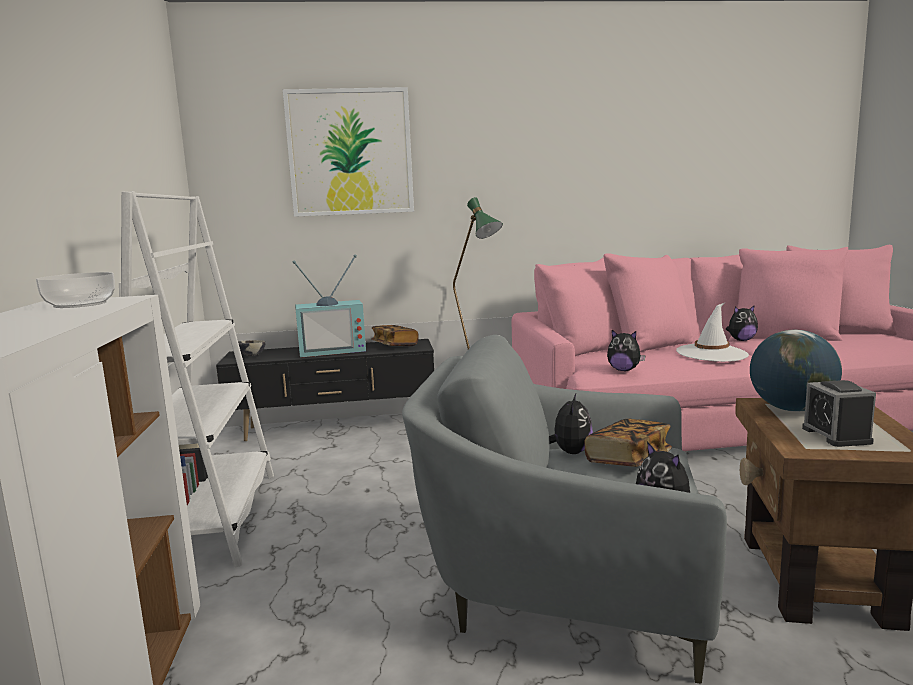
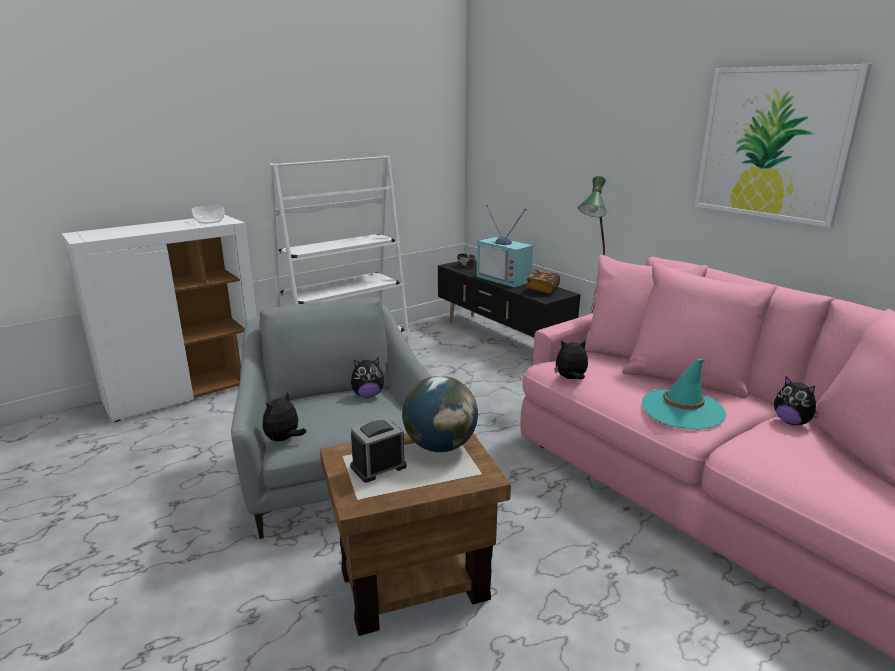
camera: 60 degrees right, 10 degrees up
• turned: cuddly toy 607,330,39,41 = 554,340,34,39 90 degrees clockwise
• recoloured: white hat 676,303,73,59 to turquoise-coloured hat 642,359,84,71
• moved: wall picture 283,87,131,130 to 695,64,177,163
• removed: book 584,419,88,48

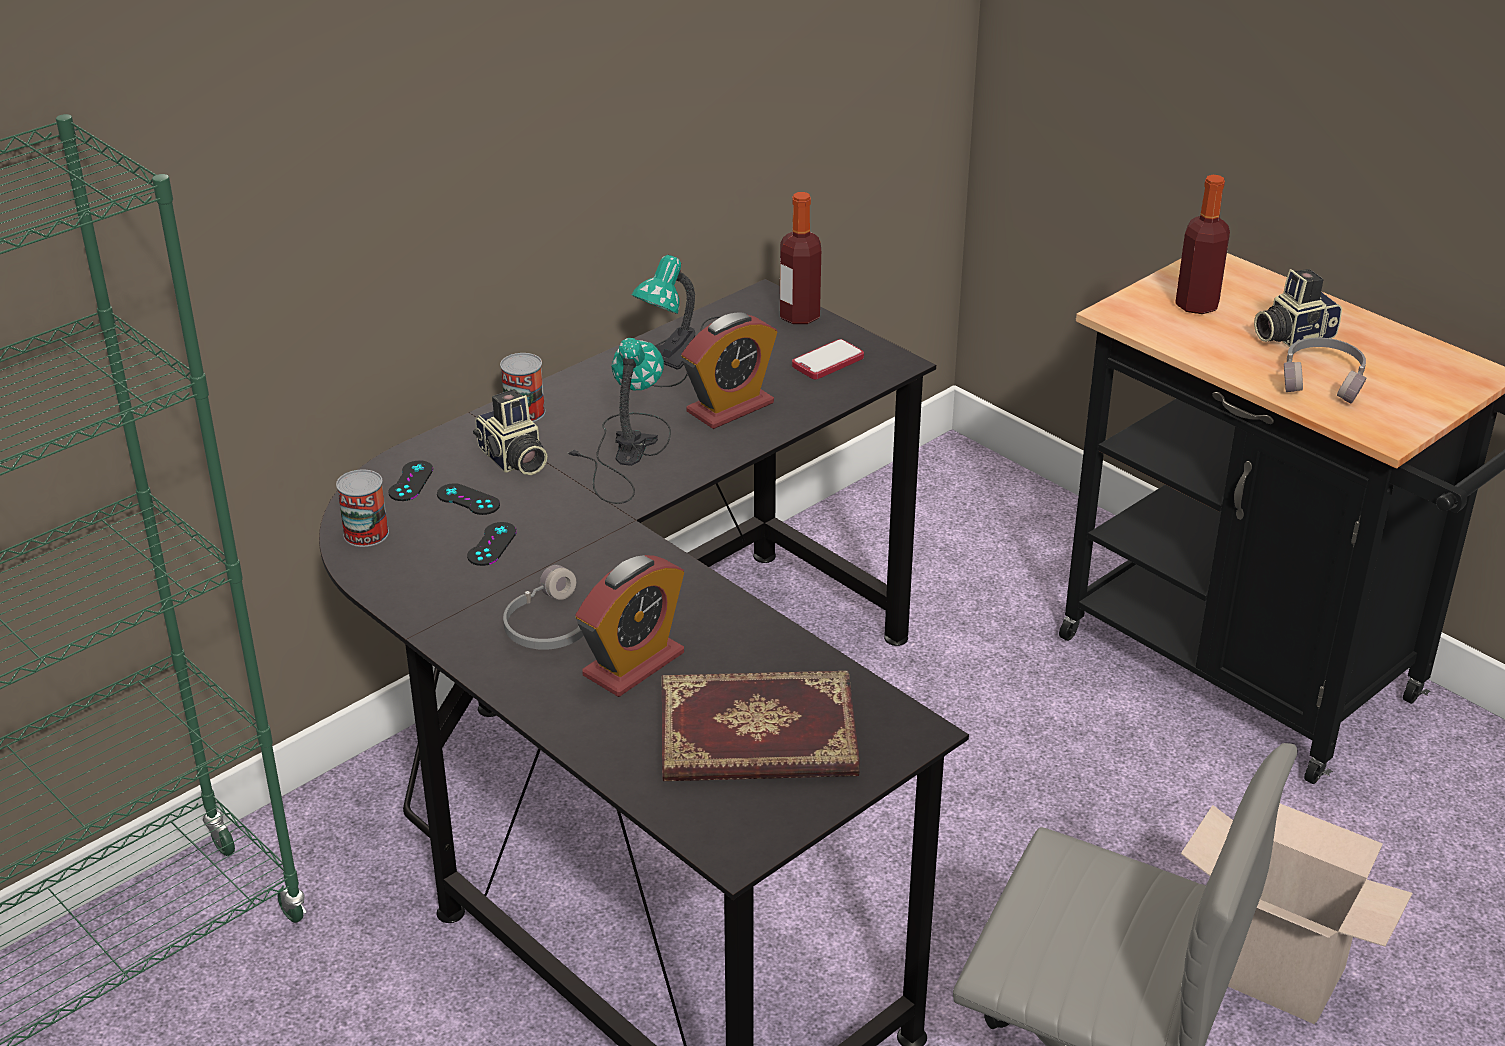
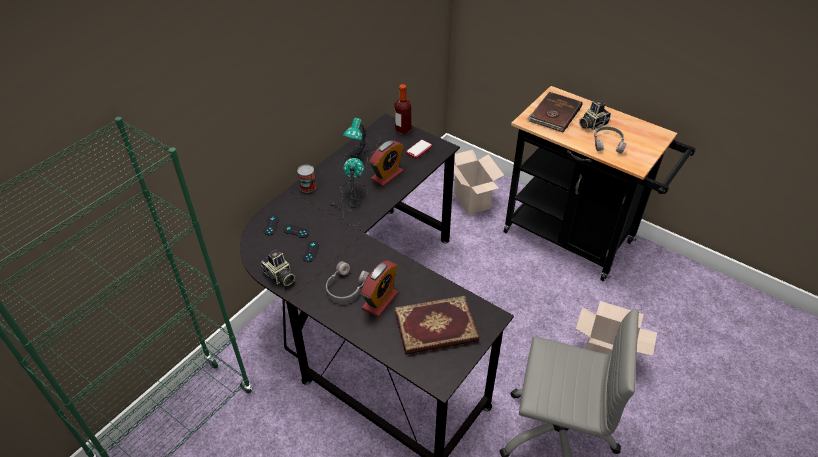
camera: 10 degrees left, 10 degrees up
• moved: photo camera 473,389,74,86 to 260,249,35,37
• added: carton 454,150,50,65
• replaced: bottle 1175,175,55,139 to brownish book 527,92,56,40
• removed: can 336,469,53,78

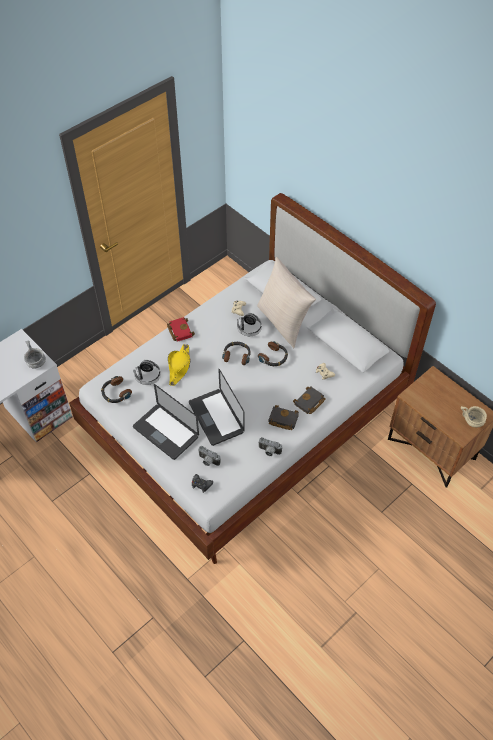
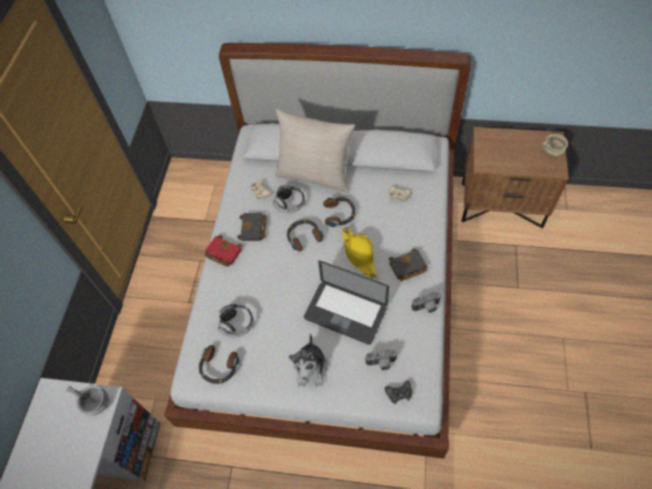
camera: 35 degrees left, 5 degrees up
• moved: black-coloured book 293,386,33,28 to 237,213,30,28
• replaced: notebook computer 133,384,66,76 to cuddly toy 288,333,40,54
• moved: yellowish hat 168,344,23,42 to 341,227,36,52

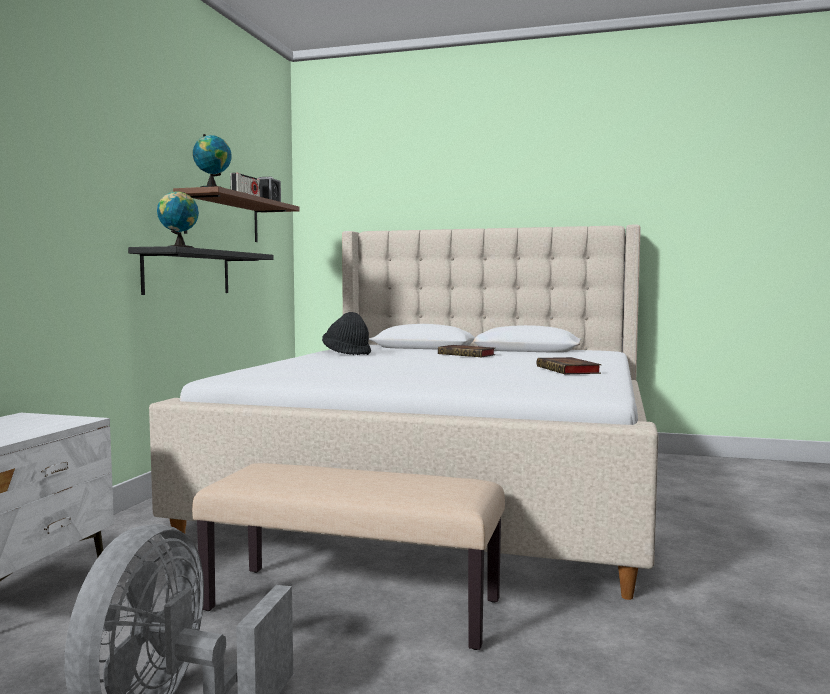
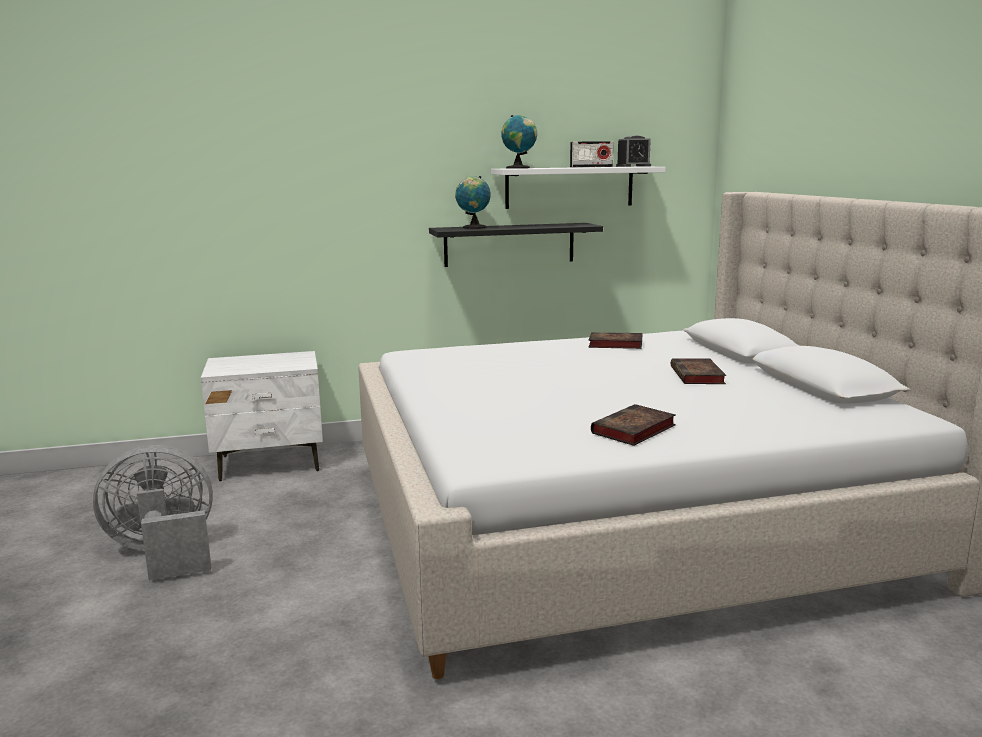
camera: 60 degrees right, 10 degrees up
• recoloured: brownish wall shelf 173,186,127,56 to white wall shelf 491,166,175,43
• replaced: black-coloured hat 322,312,49,43 to book 589,332,53,17
• removed: beige-coloured long seat 192,463,313,187

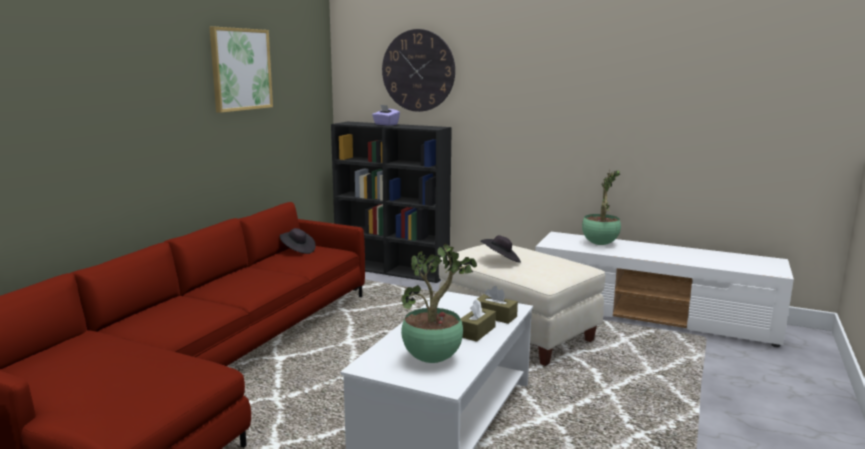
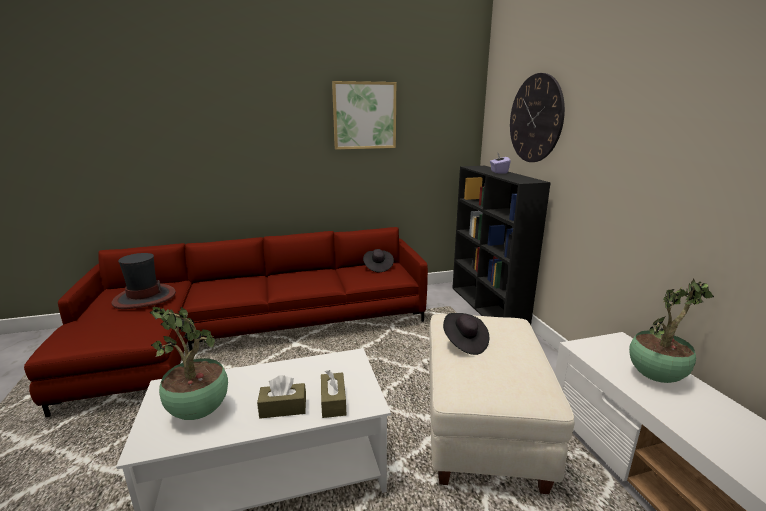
camera: 50 degrees right, 5 degrees up
• added: hat 112,253,64,56

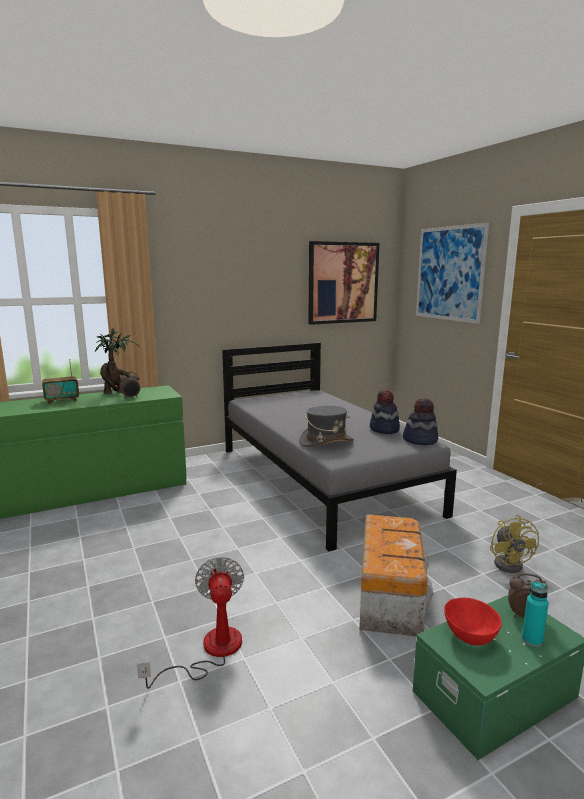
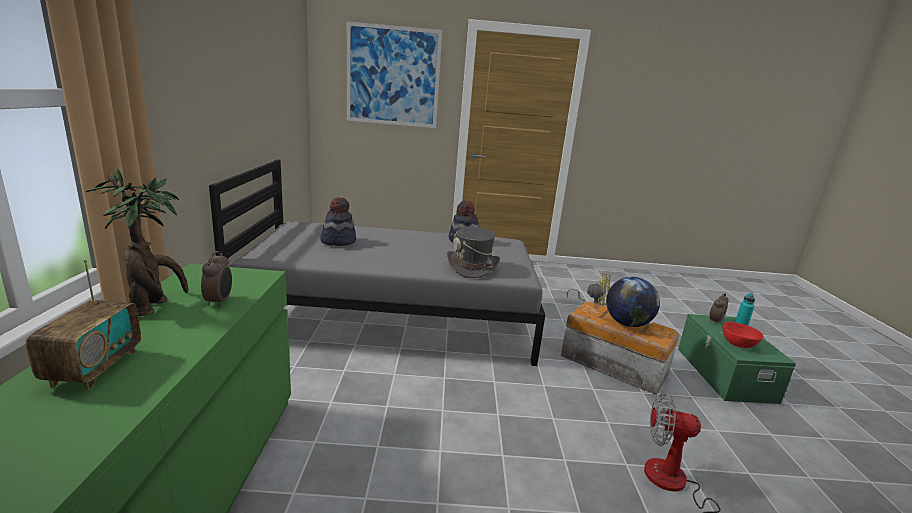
camera: 65 degrees left, 5 degrees up
• moved: hat 403,398,35,47 to 320,197,36,49
• added: globe 606,277,54,50
• removed: wall picture 308,241,71,84

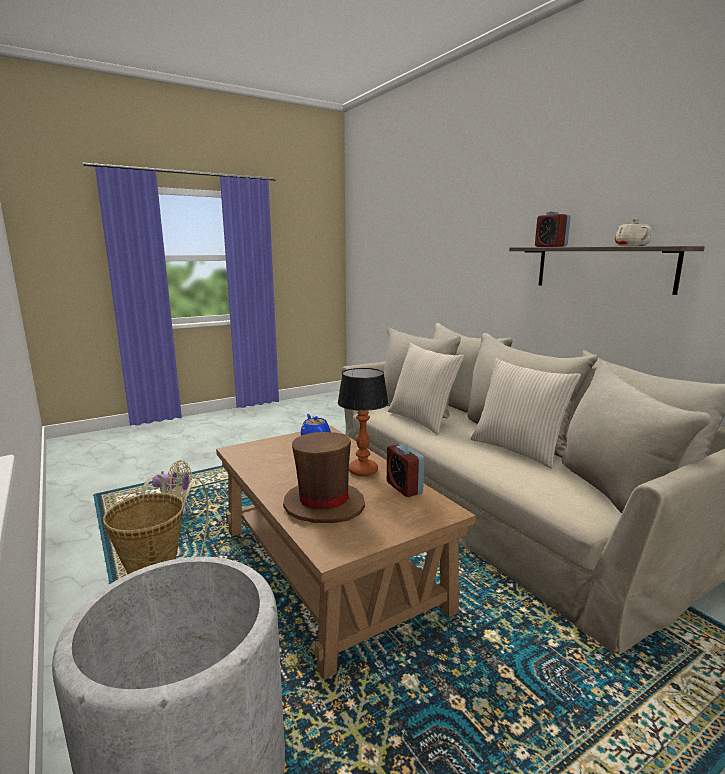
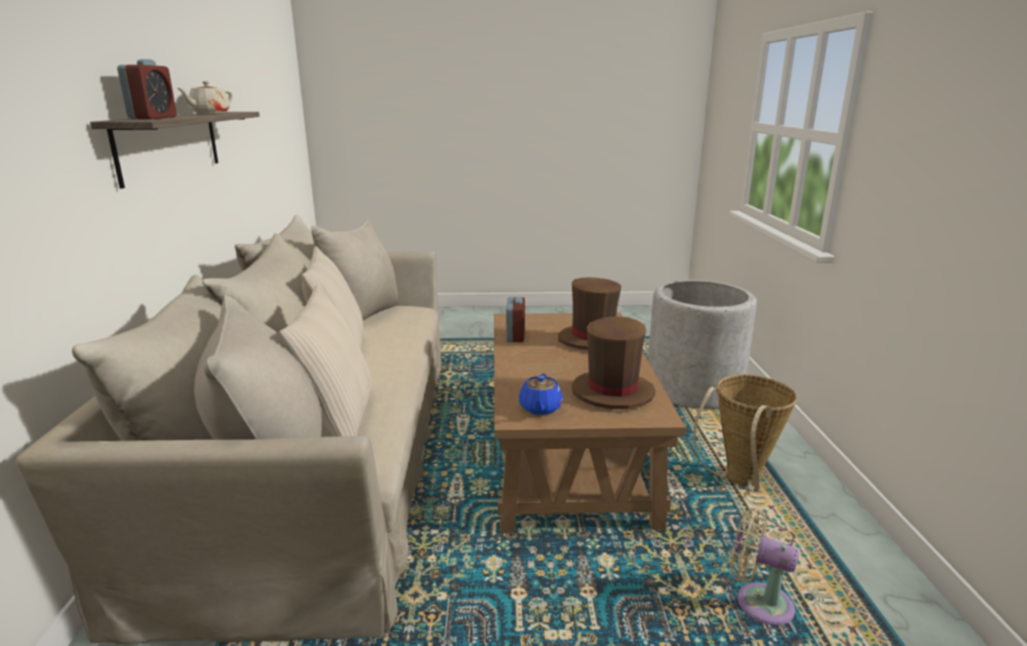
camera: 150 degrees left, 5 degrees up
• added: brownish hat 572,317,84,92
• removed: table lamp 338,368,51,108

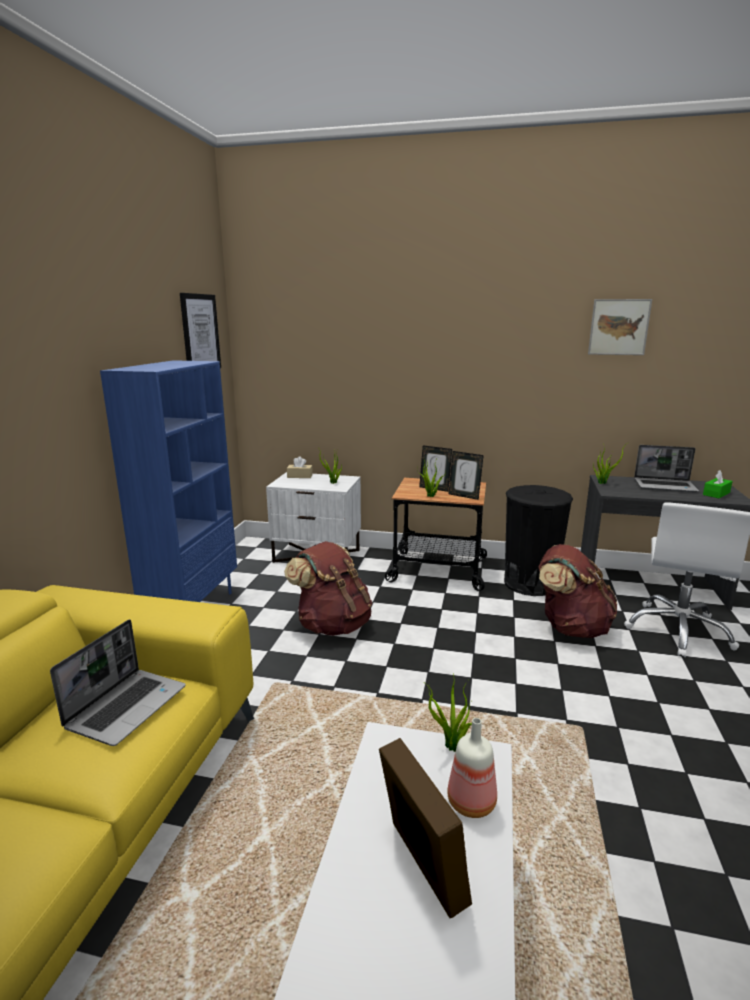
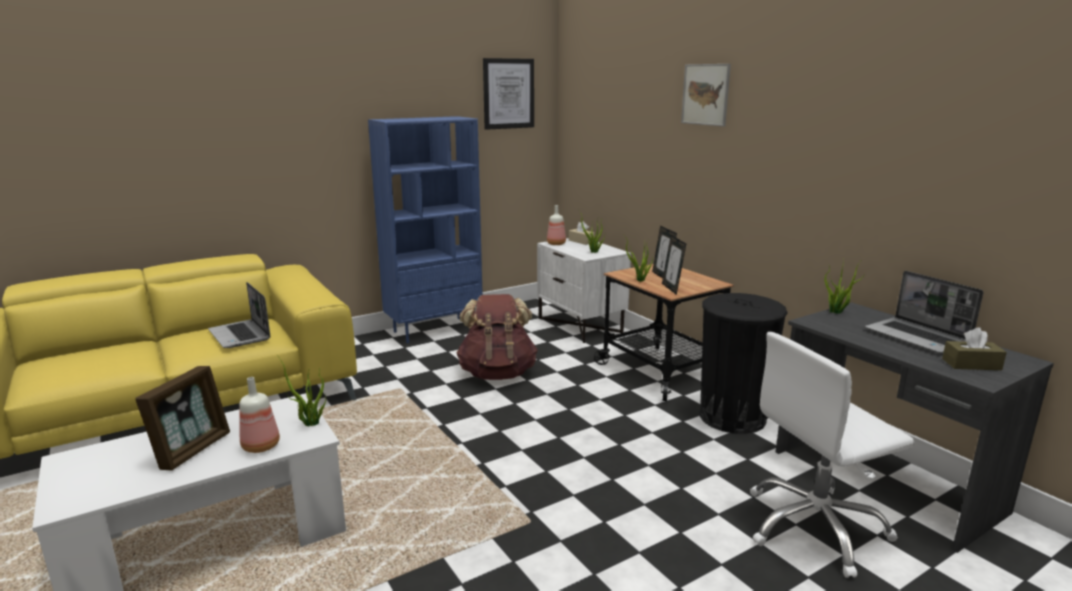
camera: 45 degrees right, 0 degrees up
• turned: notebook computer 50,619,136,127 = 208,282,62,66 75 degrees clockwise
• added: bottle 547,205,19,40
• moved: wall picture 588,299,64,56 to 681,64,50,63
• recoloured: green-coloured tissue box 703,470,30,28 to brownish tissue box 942,327,65,43
• removed: brownish knapsack 539,544,79,94

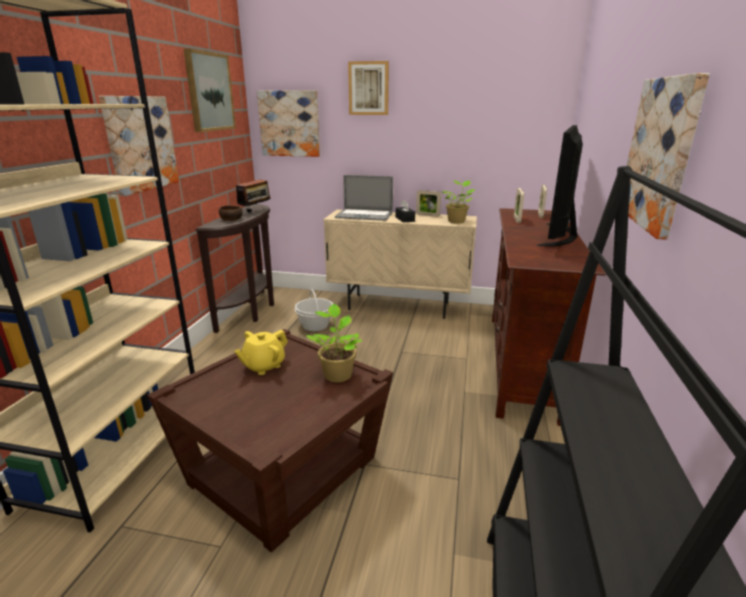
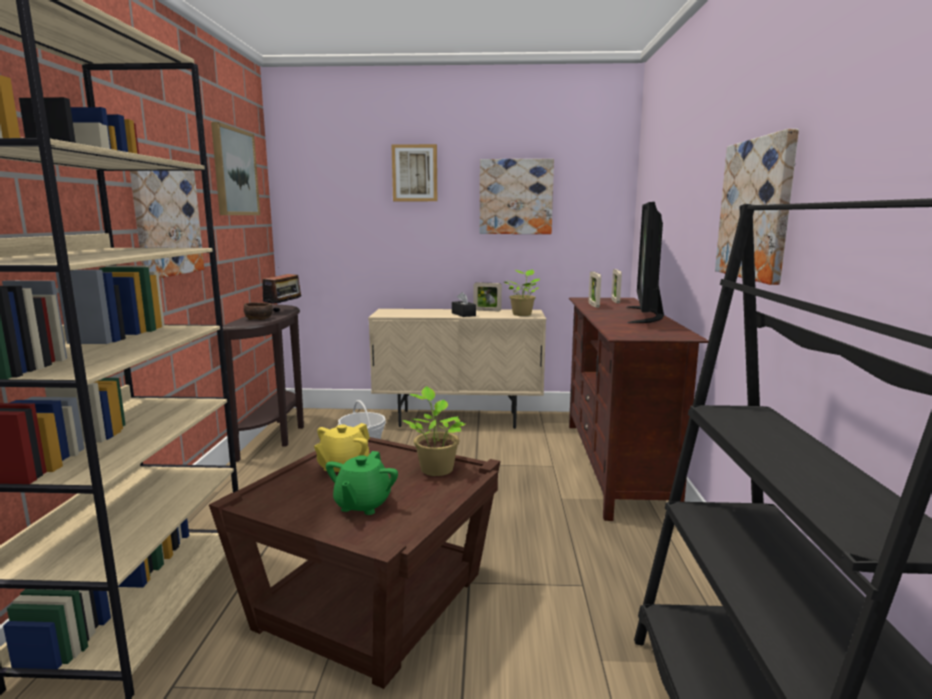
camera: 10 degrees left, 10 degrees down
• added: green-coloured teapot 326,451,72,64
• moved: wall picture 257,90,63,67 to 480,159,74,75
• removed: notebook computer 335,175,58,46

